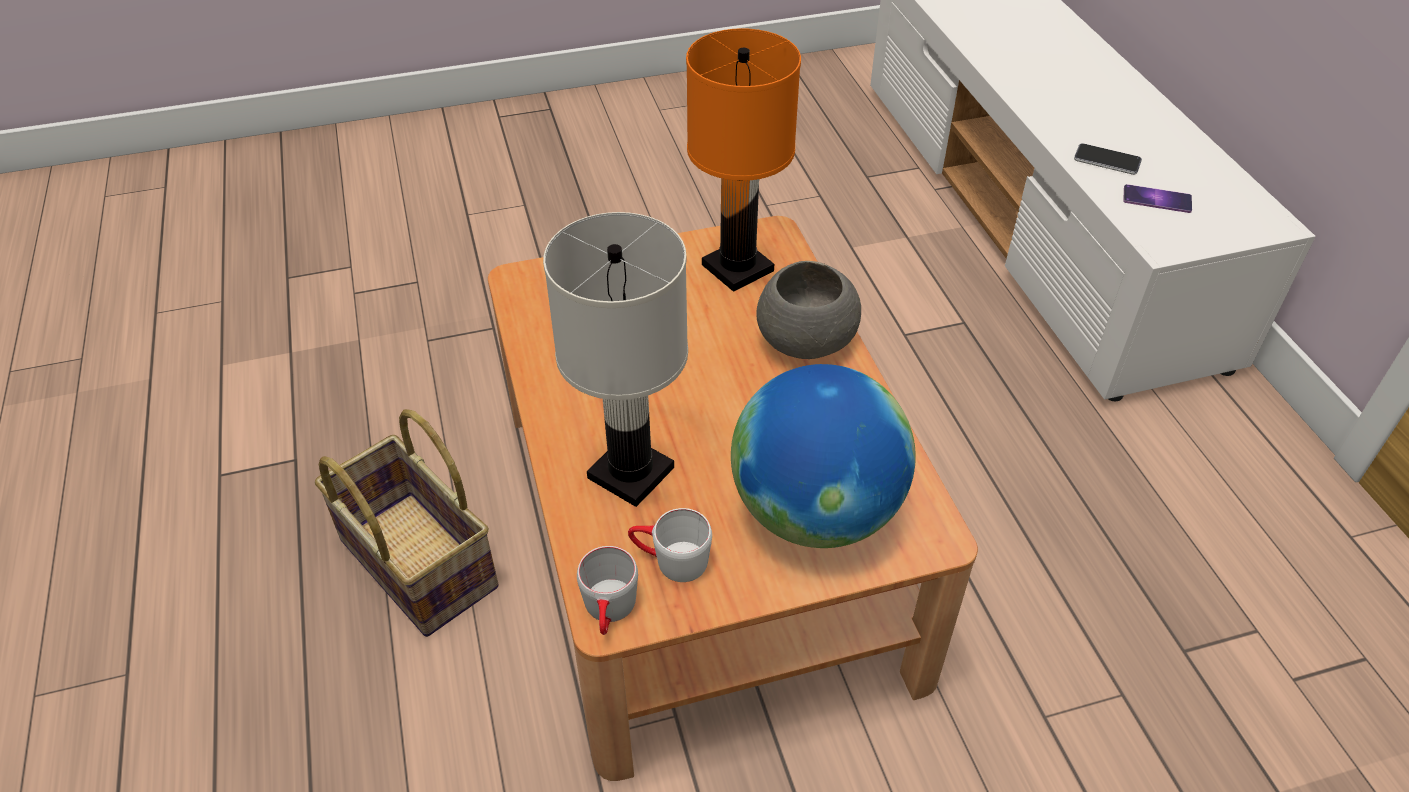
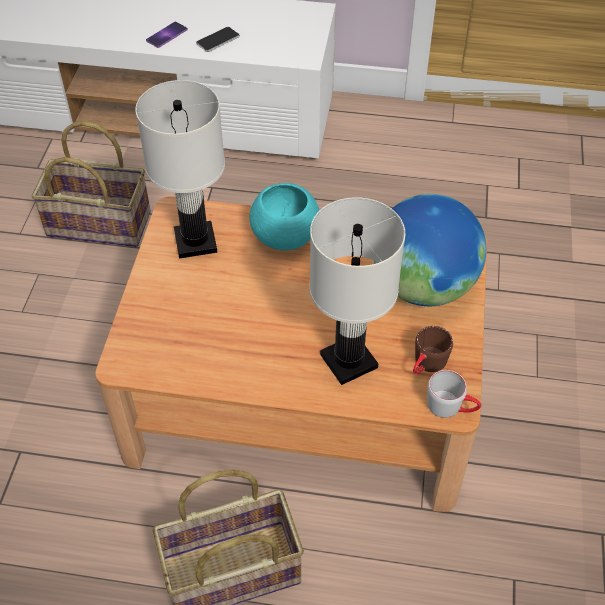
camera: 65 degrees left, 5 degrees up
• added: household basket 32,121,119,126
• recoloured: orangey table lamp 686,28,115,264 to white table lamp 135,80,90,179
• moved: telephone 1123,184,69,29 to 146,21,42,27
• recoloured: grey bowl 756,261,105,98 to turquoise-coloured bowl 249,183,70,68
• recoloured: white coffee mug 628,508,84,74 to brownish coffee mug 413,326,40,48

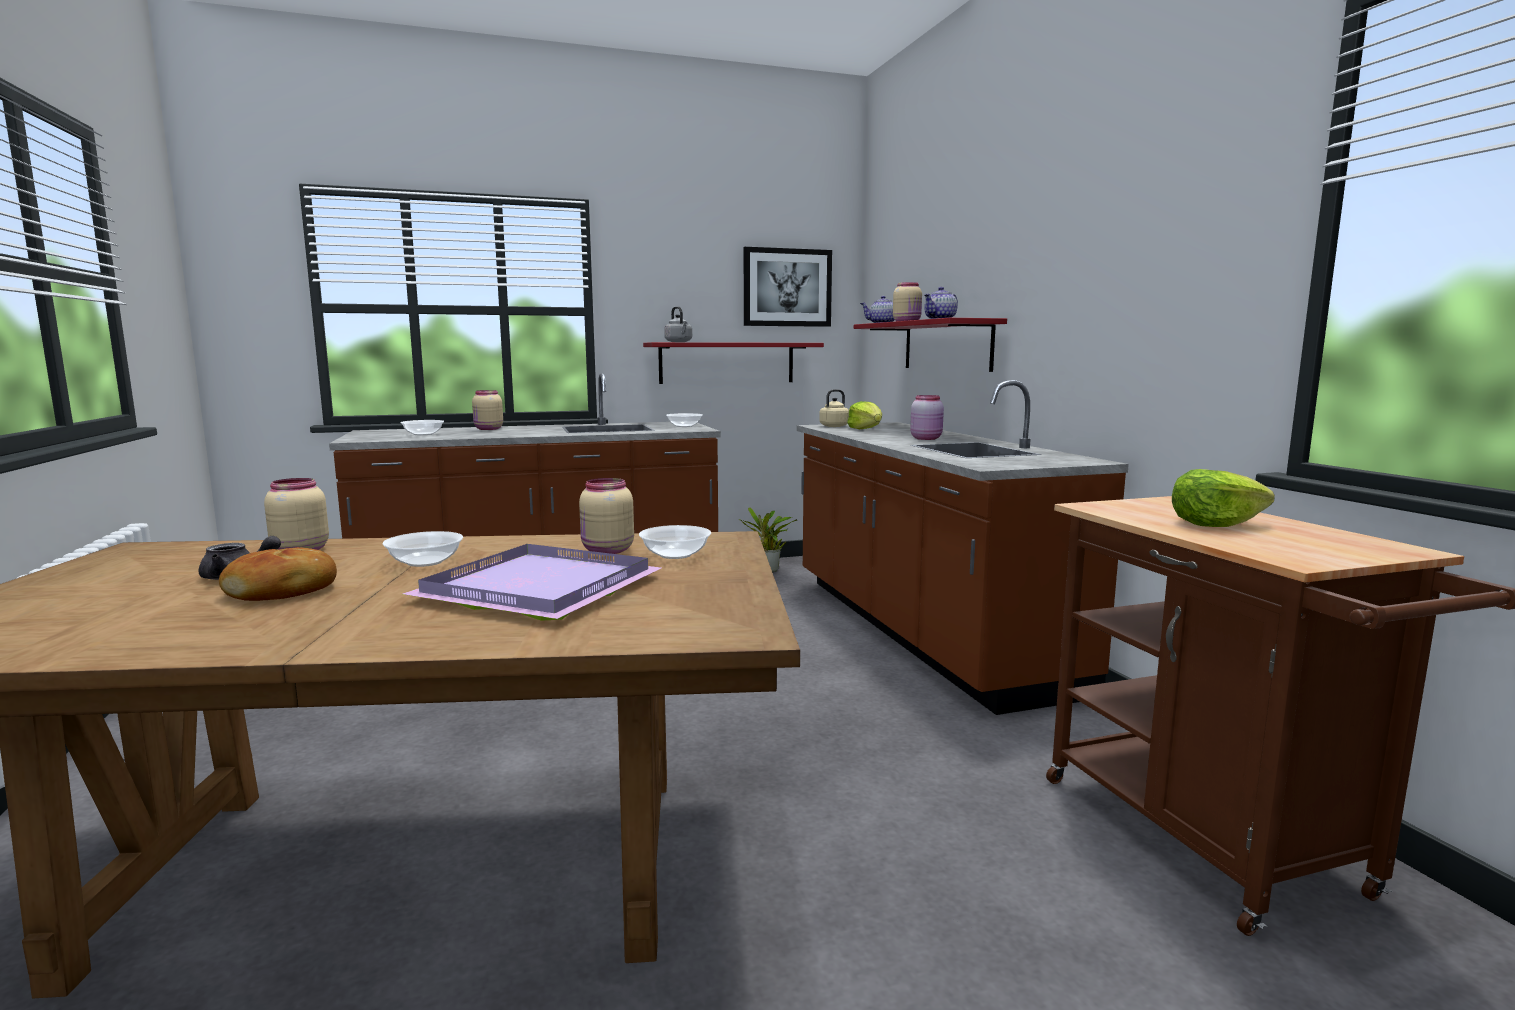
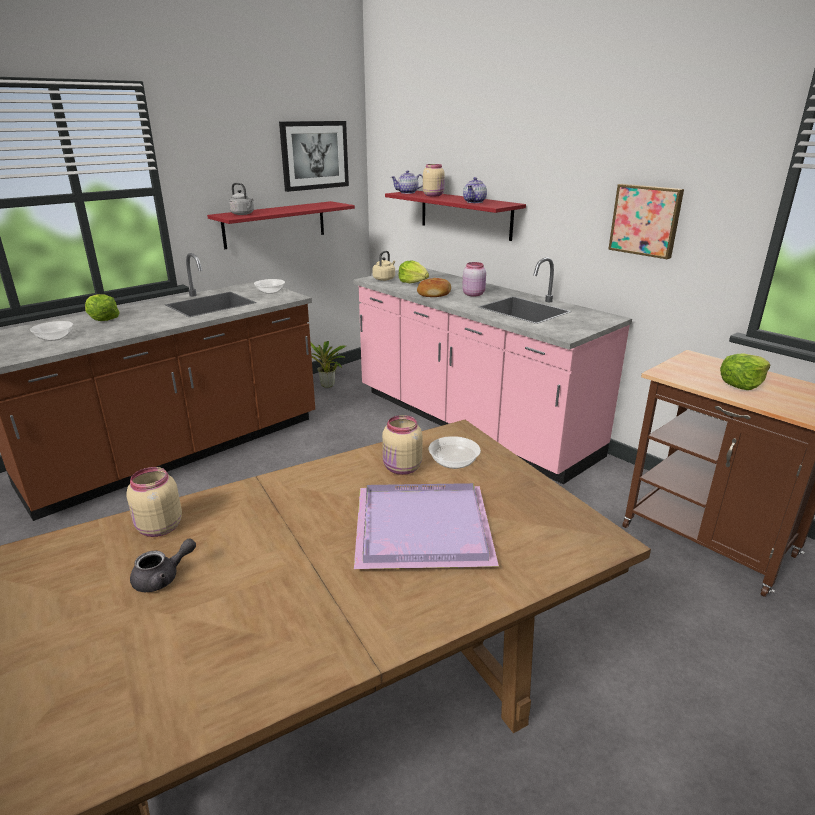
camera: 25 degrees left, 15 degrees up
• replaced: beige-coloured storage jar 472,390,31,40 to lettuce 85,294,35,27
• recoloured: brownish kitchen counter 797,380,332,335 to pink-coloured kitchen counter 353,257,279,227
• moved: bakery bread 219,547,118,54 to 417,278,34,19
• added: wall picture 608,184,76,75
• removed: bowl 383,531,80,36

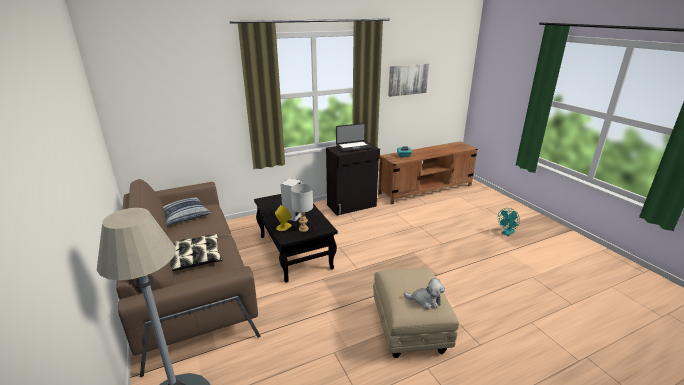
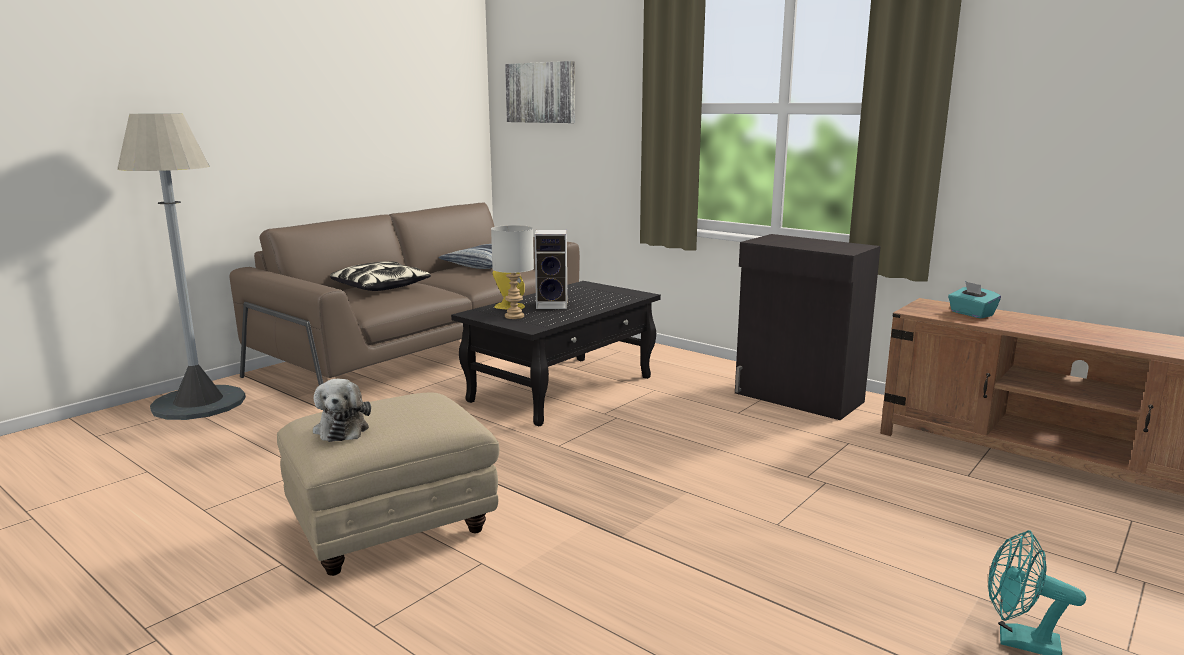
camera: 65 degrees right, 10 degrees down
• moved: wall picture 388,63,41,34 to 505,61,70,62
• removed: notebook computer 336,123,37,29

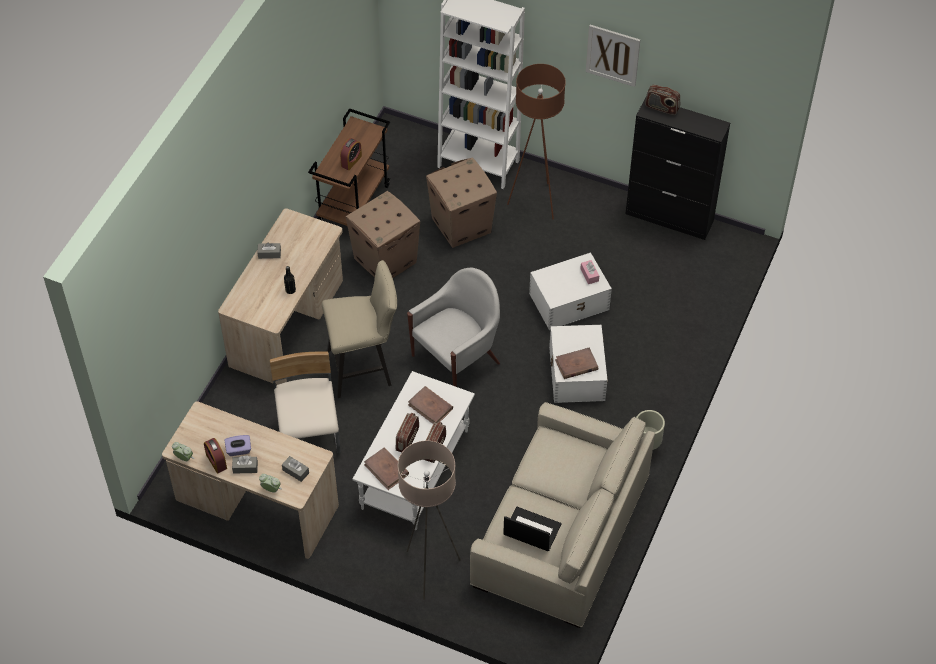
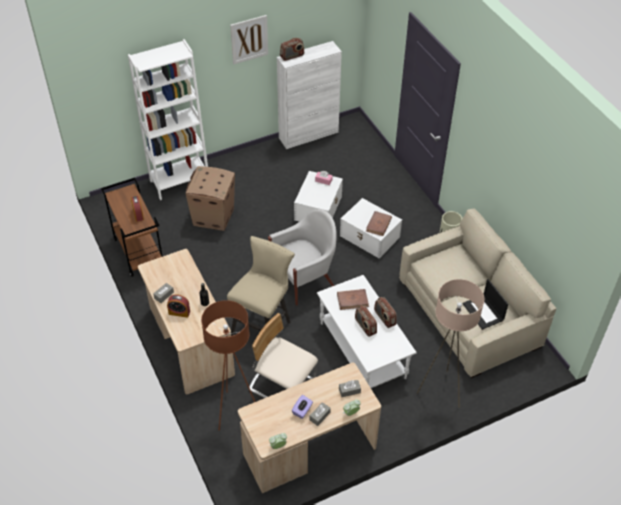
camera: 50 degrees left, 5 degrees down
• moved: bedside clock 204,438,23,35 to 167,294,23,24
• moved: brownish standard lamp 507,64,59,155 to 201,300,54,131
• turned: white armchair 407,268,93,119 = 268,209,69,97 60 degrees clockwise
• recoloured: black-coloured cabinet 625,97,105,143 to white cabinet 277,41,65,108
• turned: notebook computer 503,507,59,44 = 463,279,45,51 90 degrees counterclockwise
• removed: carton 345,191,75,87
• removed: brownish book 364,447,45,43

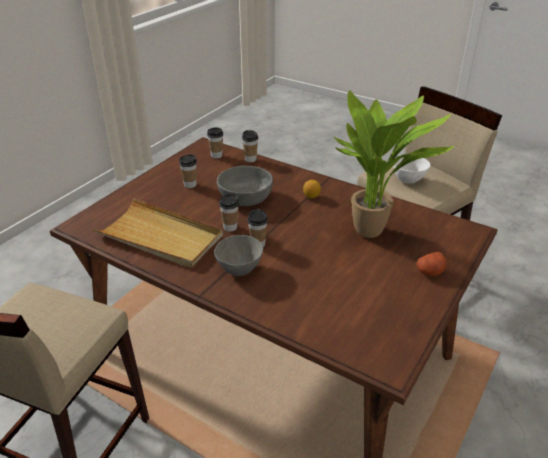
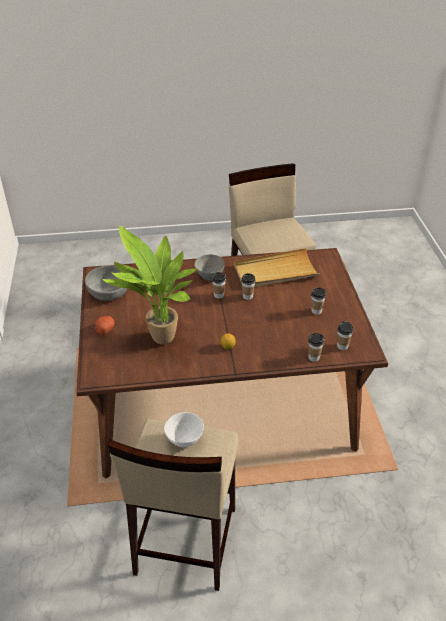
camera: 140 degrees right, 5 degrees up
• moved: grey bowl 217,166,56,40 to 85,265,43,36

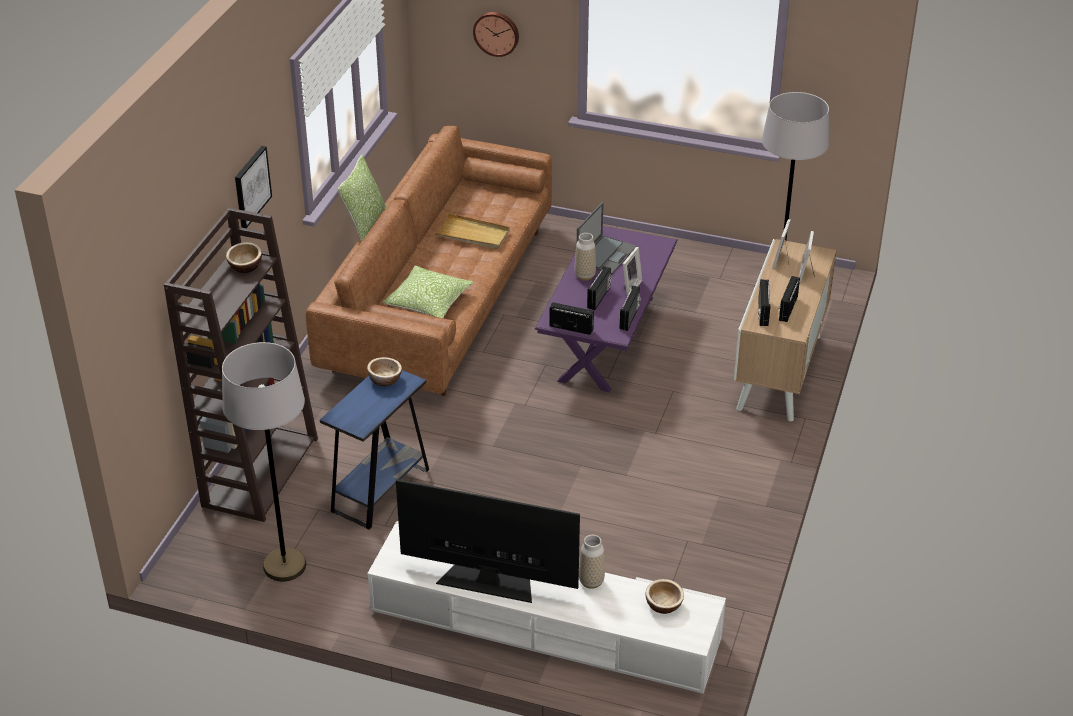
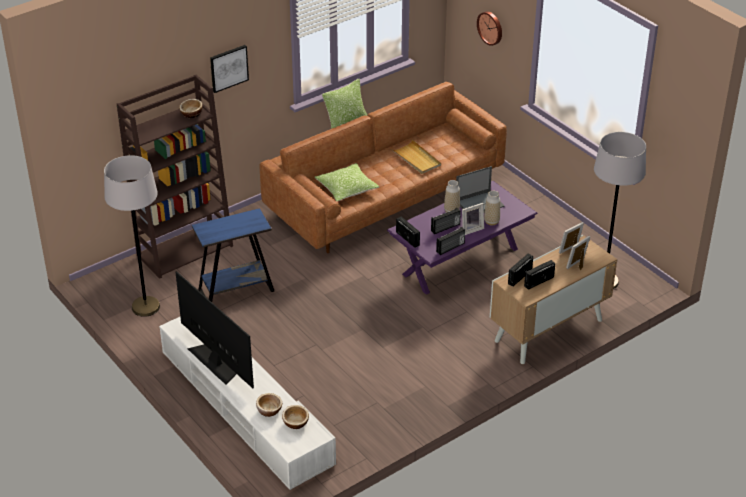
camera: 35 degrees right, 0 degrees up
• moved: bowl 367,357,35,29 to 256,393,26,24
• moved: flower vase 579,535,26,54 to 484,191,16,34

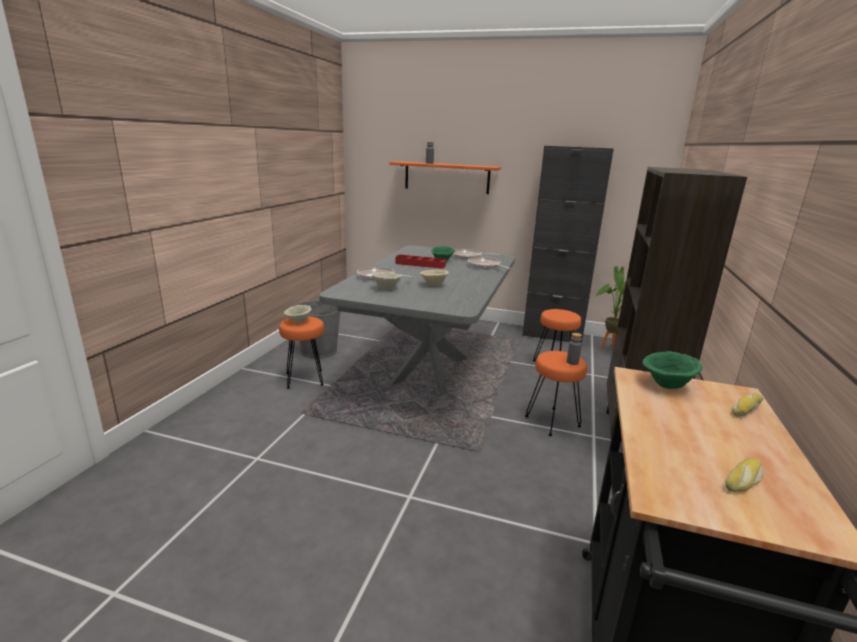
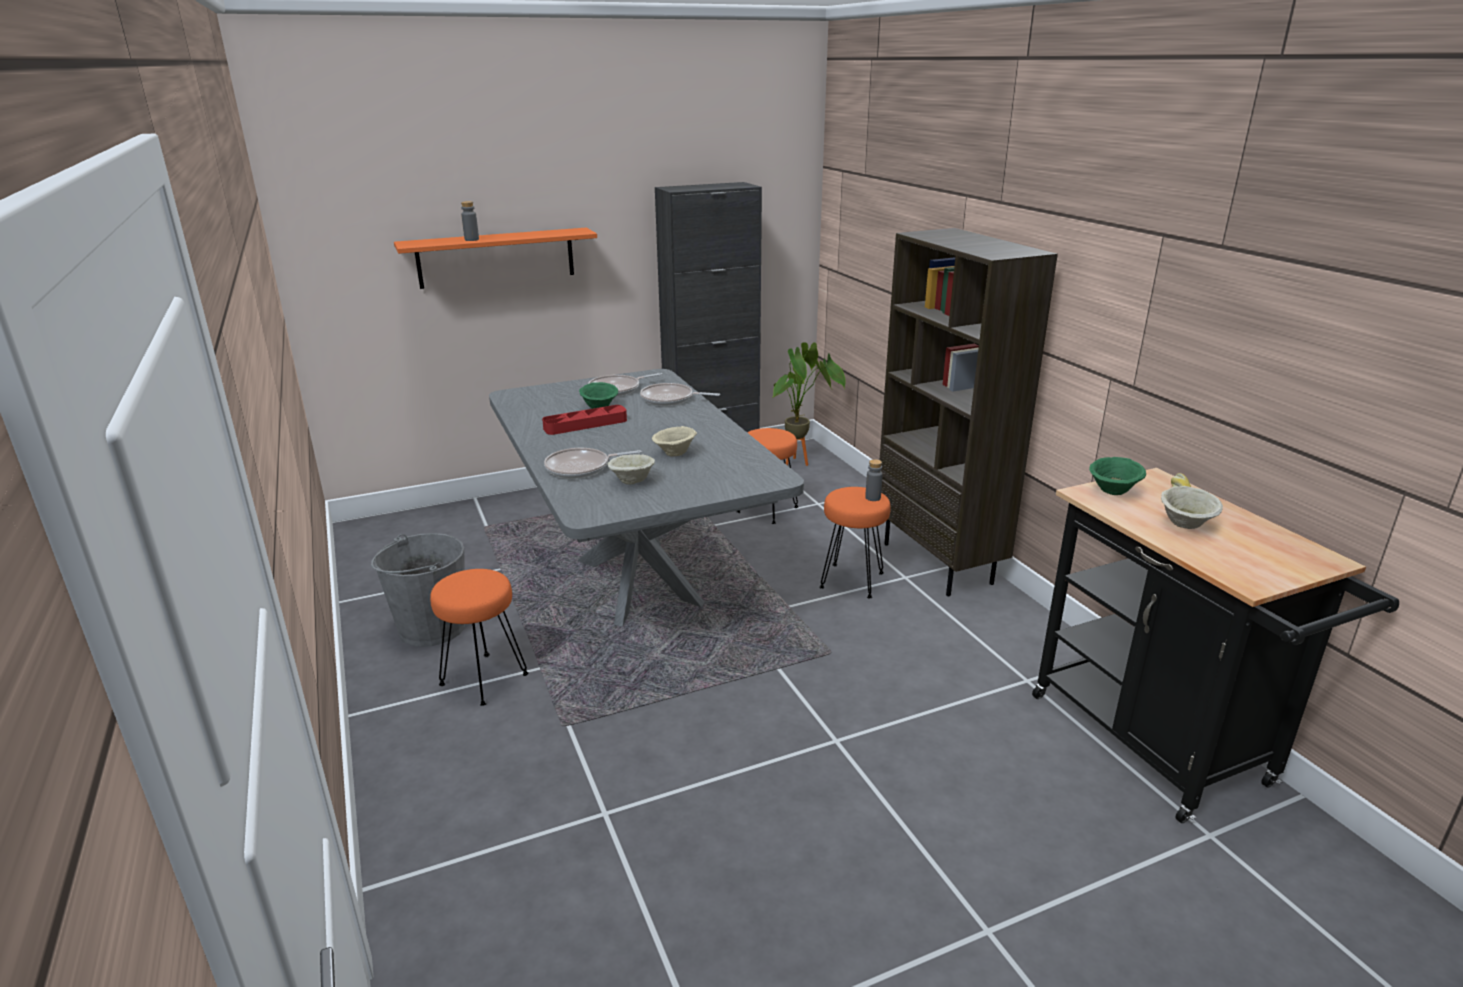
camera: 40 degrees left, 5 degrees up
• moved: beige-coloured bowl 284,305,28,18 to 1161,486,62,43
• removed: bakery bread 725,458,39,34

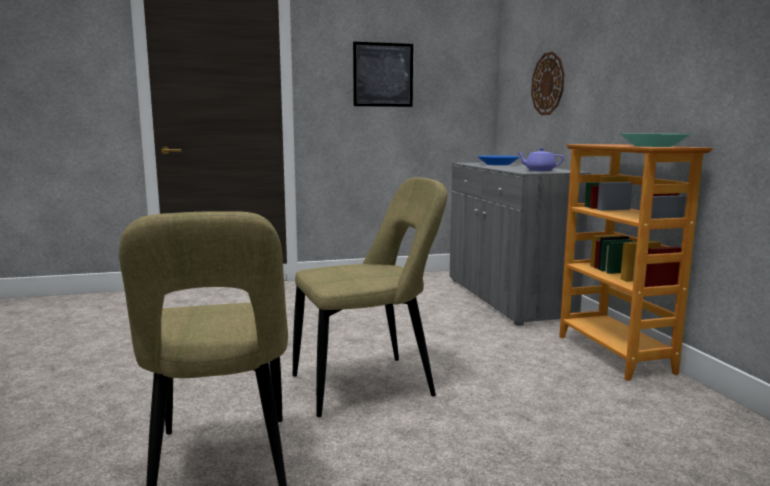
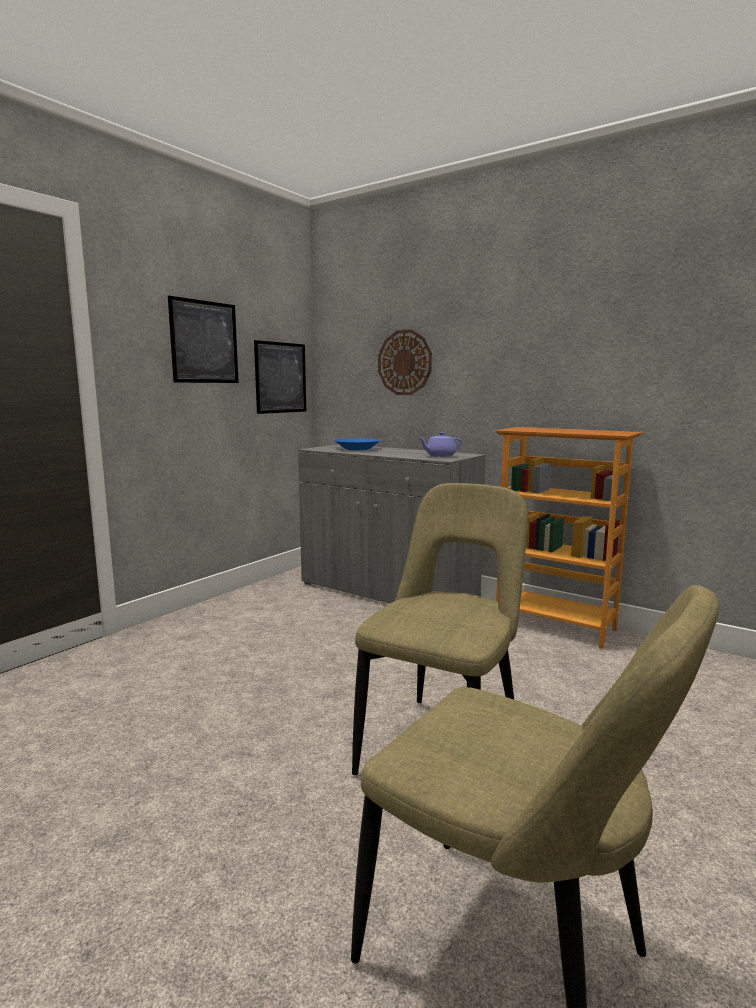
camera: 40 degrees left, 0 degrees up
• added: wall picture 254,340,52,74
• removed: turquoise-coloured bowl 620,134,71,13

